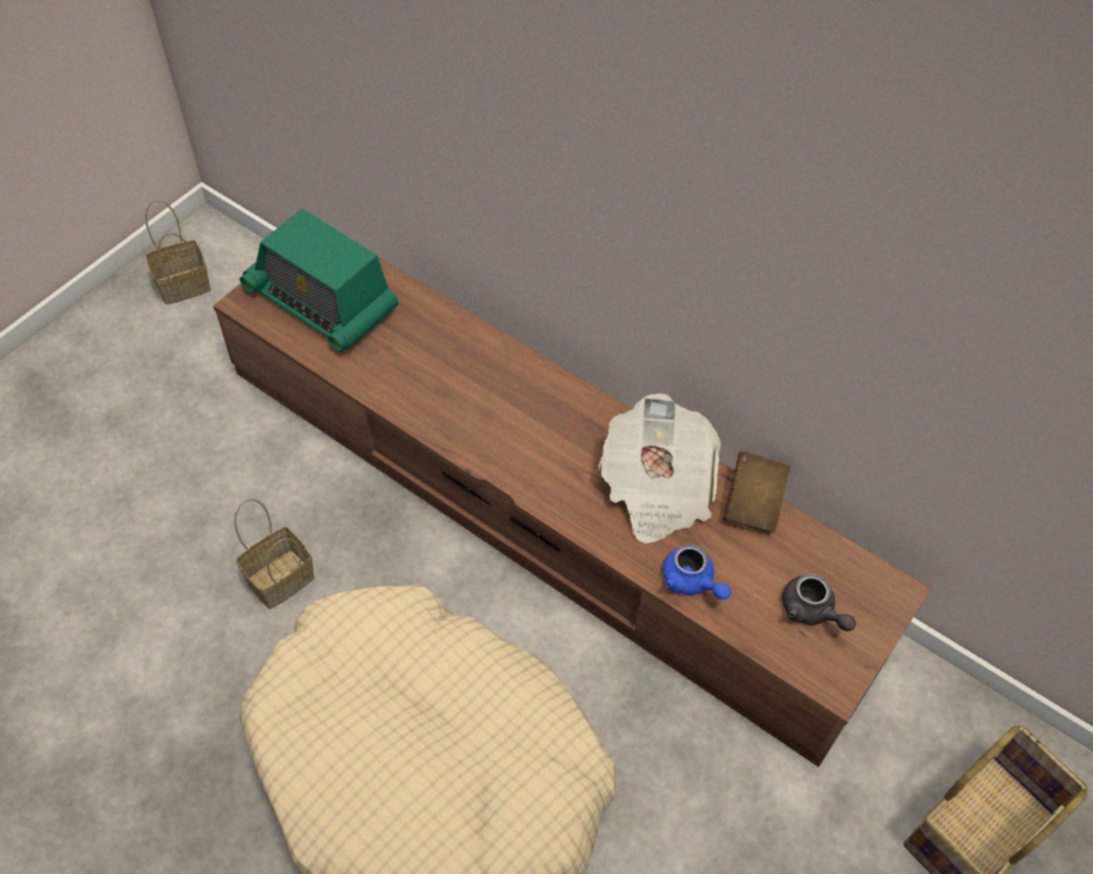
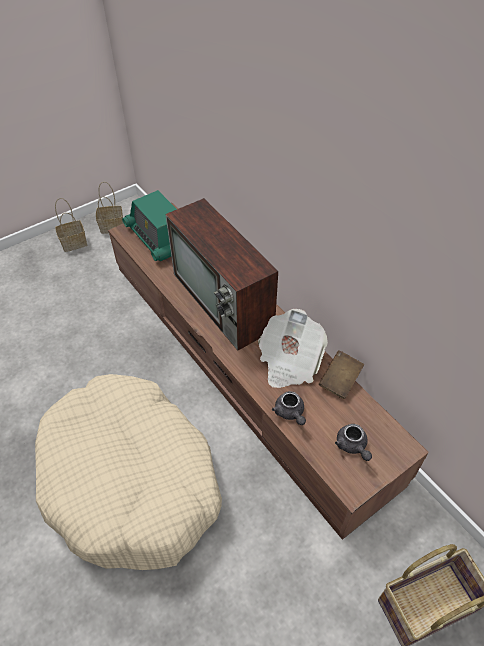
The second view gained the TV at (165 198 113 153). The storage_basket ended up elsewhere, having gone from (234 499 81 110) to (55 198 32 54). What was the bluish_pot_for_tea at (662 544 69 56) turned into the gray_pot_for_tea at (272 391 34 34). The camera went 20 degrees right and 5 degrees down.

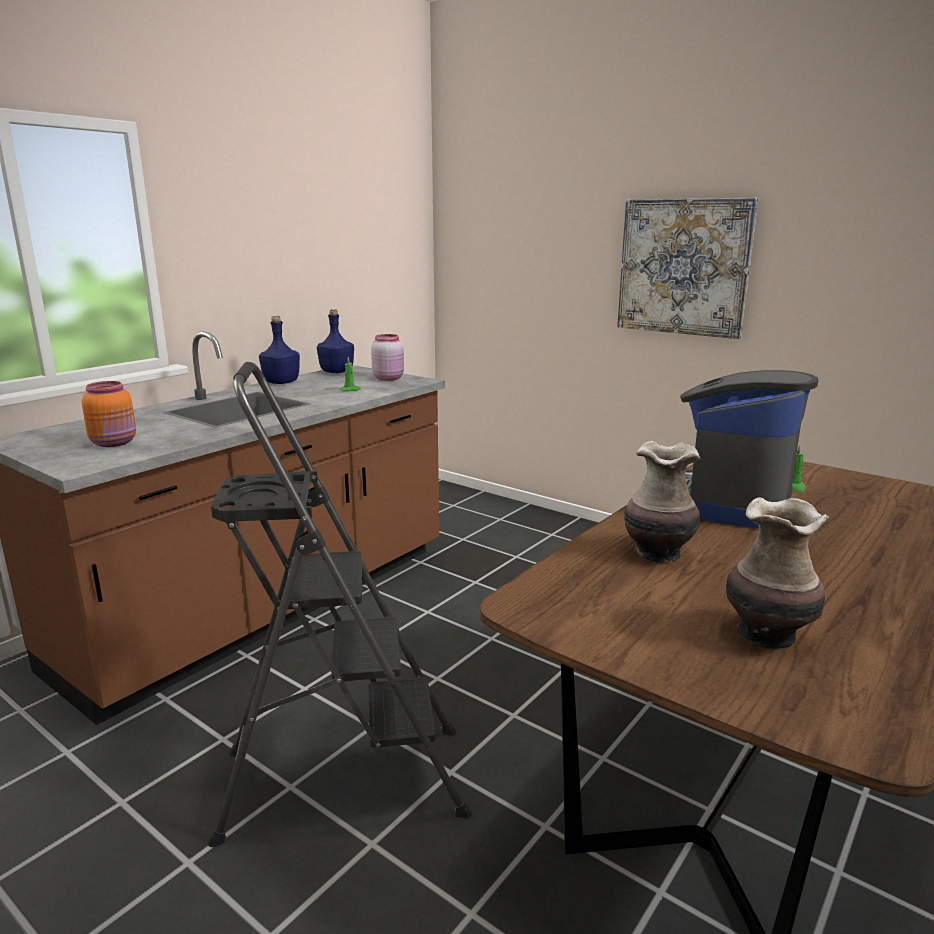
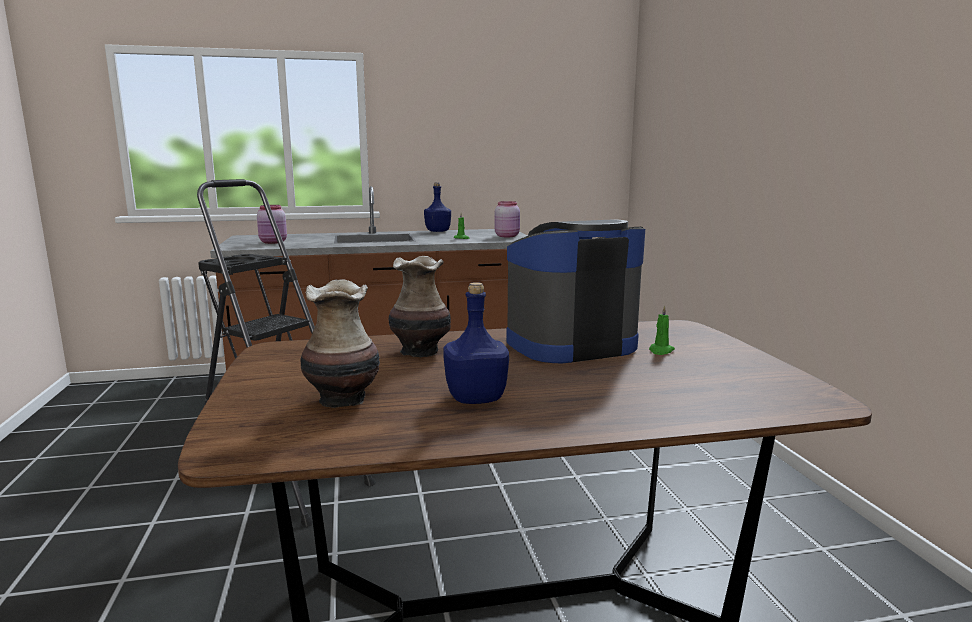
The second view lost the wall_picture at (617 197 141 142). The bluish_beverage_bottle ended up elsewhere, having gone from (317 309 37 64) to (443 282 66 122). What was the orangey_preserve_jar at (82 381 54 66) turned into the pinkish_preserve_jar at (257 205 30 39). The camera went 40 degrees right and 5 degrees down.

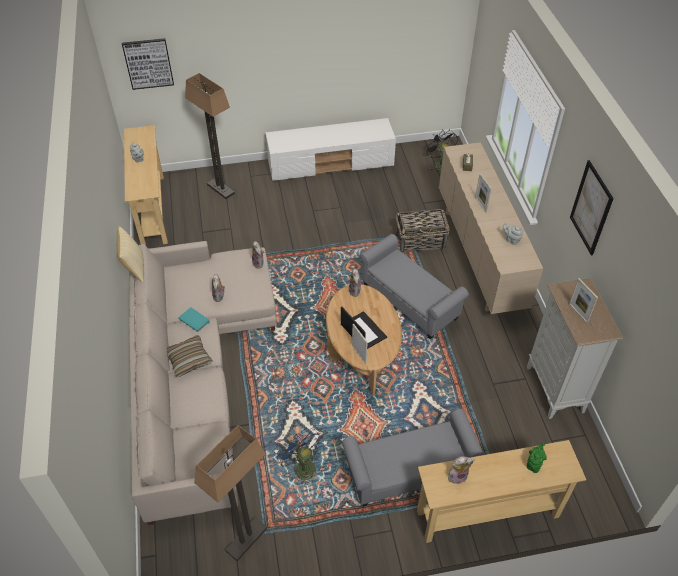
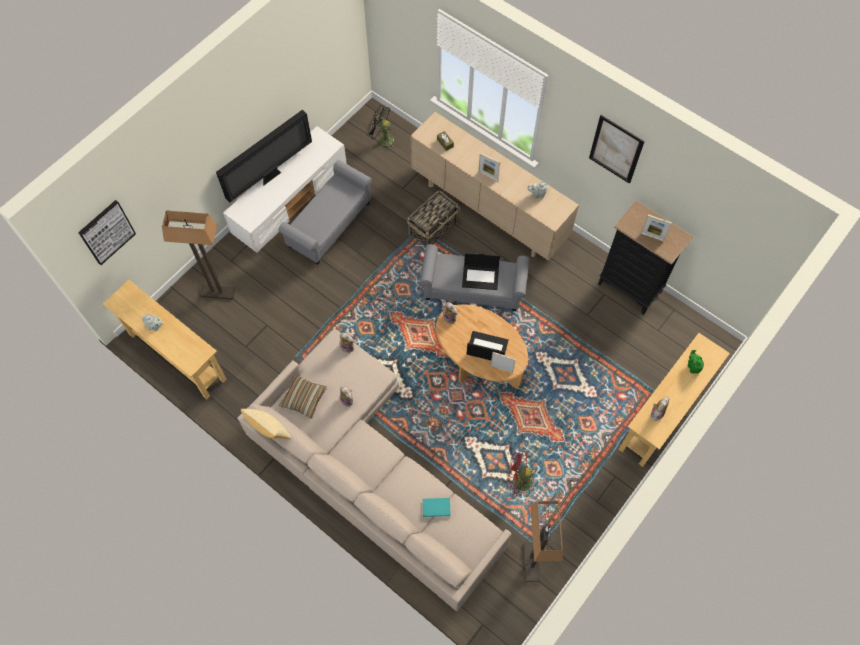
The second view gained the TV at (216 110 96 93). The second view gained the portable_computer at (462 252 38 38). The throw_pillow ended up elsewhere, having gone from (167 335 46 43) to (279 375 48 44). The turquoise-coloured_bound_book ended up elsewhere, having gone from (178 307 32 25) to (423 498 28 19). The gray_footrest ended up elsewhere, having gone from (342 409 142 98) to (278 160 94 105). What was the bluish_electric_fan at (277 428 42 57) turned into the red_electric_fan at (506 450 29 46). What was the whitish_drawer_chest at (527 278 96 141) turned into the blackish_drawer_chest at (598 201 95 114). The camera went 40 degrees left and 15 degrees up.

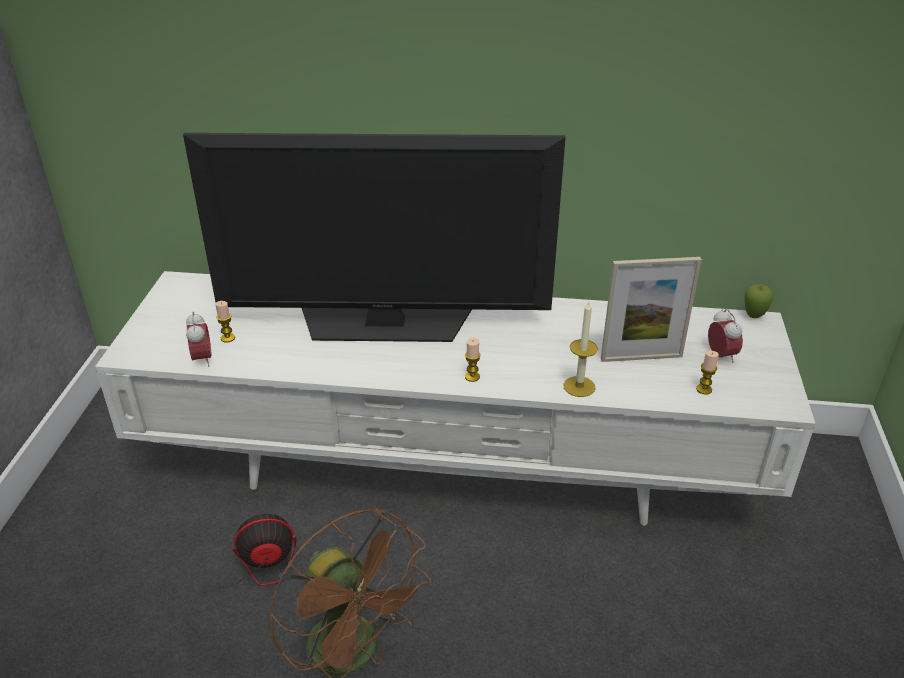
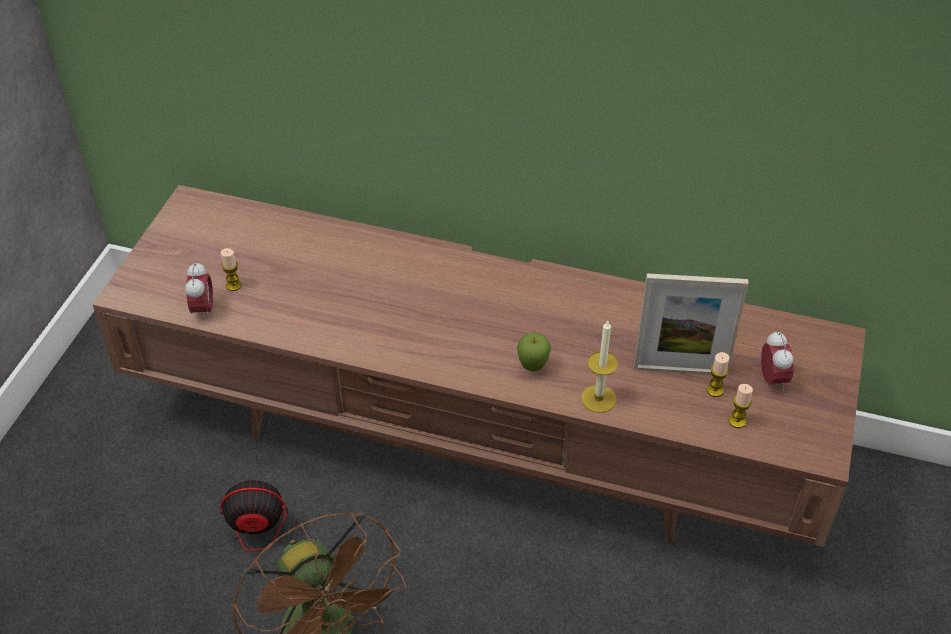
The second view lost the TV at (183 133 383 209). The wax_candle ended up elsewhere, having gone from (465 337 16 45) to (707 352 22 45). The whole_apple ended up elsewhere, having gone from (744 284 30 34) to (517 333 34 38). What was the whitish_tv_stand at (95 271 720 255) turned into the brownish_tv_stand at (92 185 774 362). The camera went 10 degrees right and 10 degrees up.

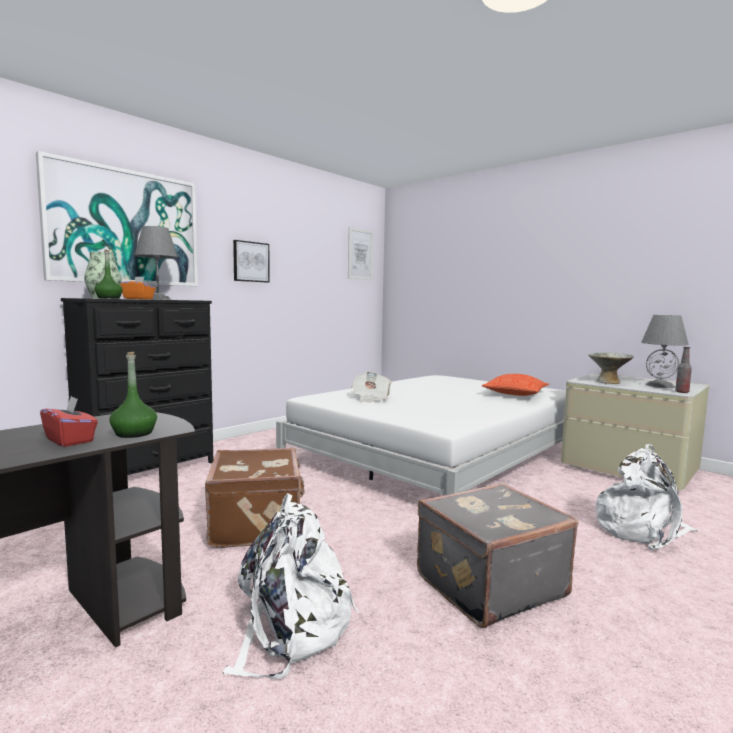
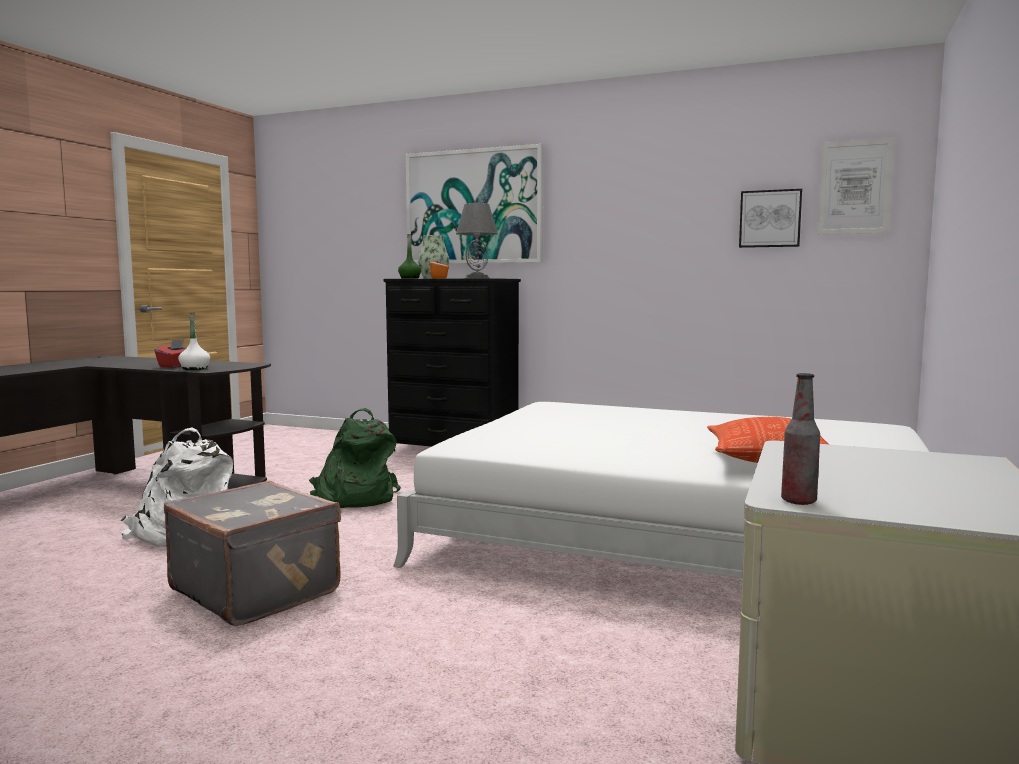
The second view lost the printed_paper at (351 372 41 31). The second view lost the gray_bowl at (588 353 46 31). The second view lost the whitish_rucksack at (596 444 103 107). The second view lost the gray_table_lamp at (641 315 48 73). The wall_picture ended up elsewhere, having gone from (233 240 37 43) to (739 189 63 59). Where the brownish_suitcase stood at (205 448 99 100), the greenish_rucksack came to stand at (309 408 92 100). What was the greenish_beverage_bottle at (109 352 48 86) turned into the whitish_beverage_bottle at (178 312 32 58). The camera went 70 degrees right and 0 degrees up.

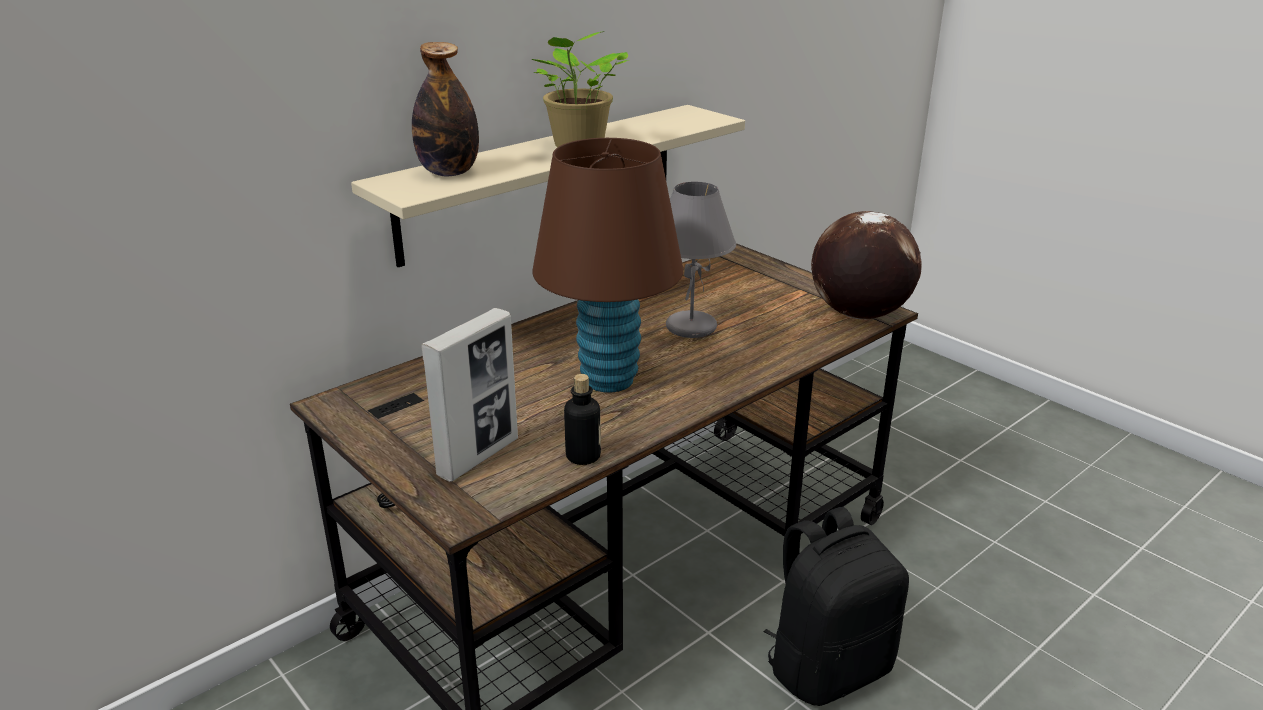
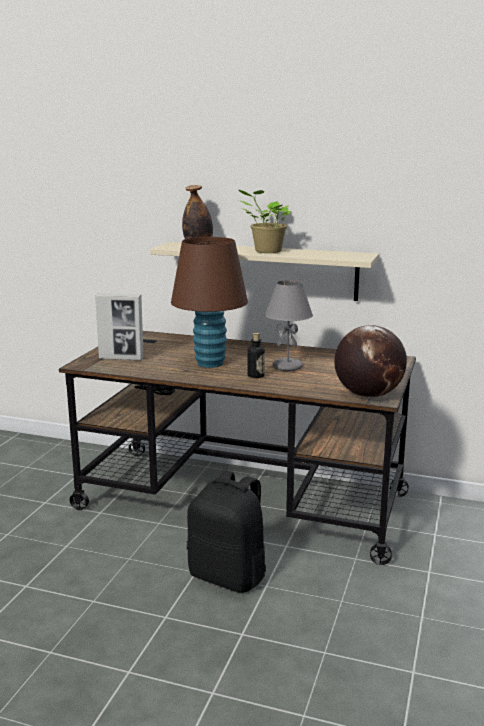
The beverage_bottle ended up elsewhere, having gone from (564 374 37 91) to (247 333 18 45). The camera went 60 degrees right and 10 degrees down.

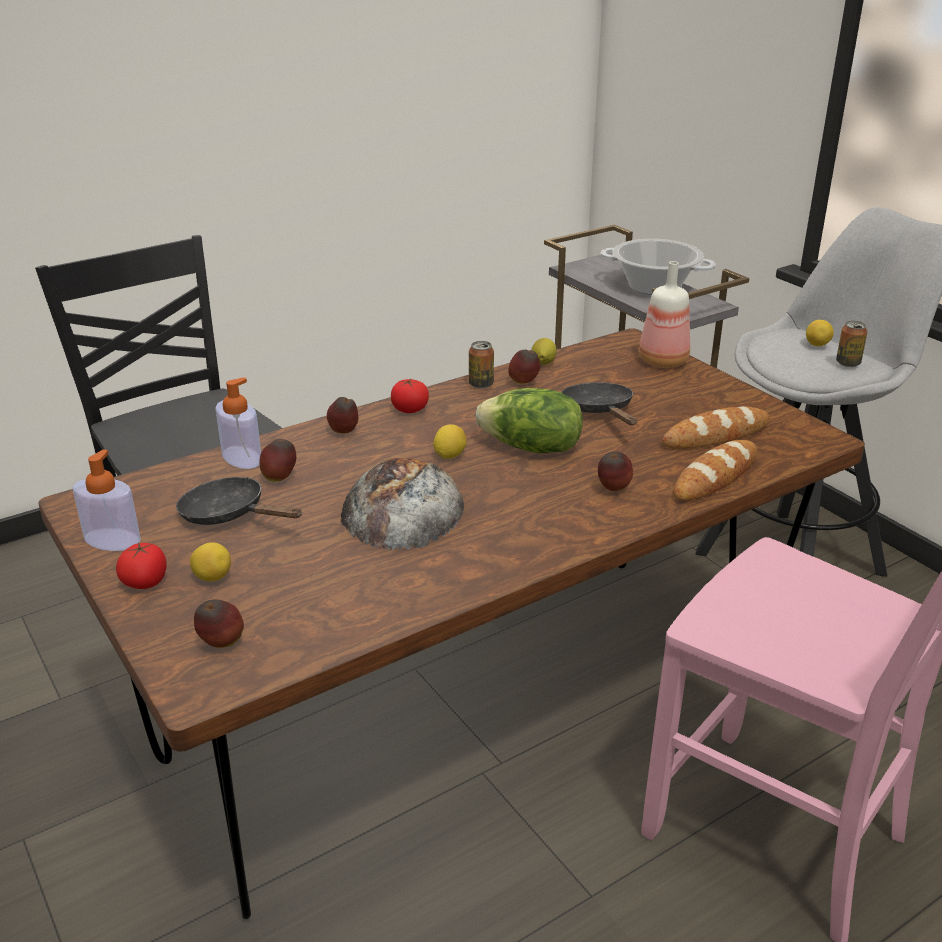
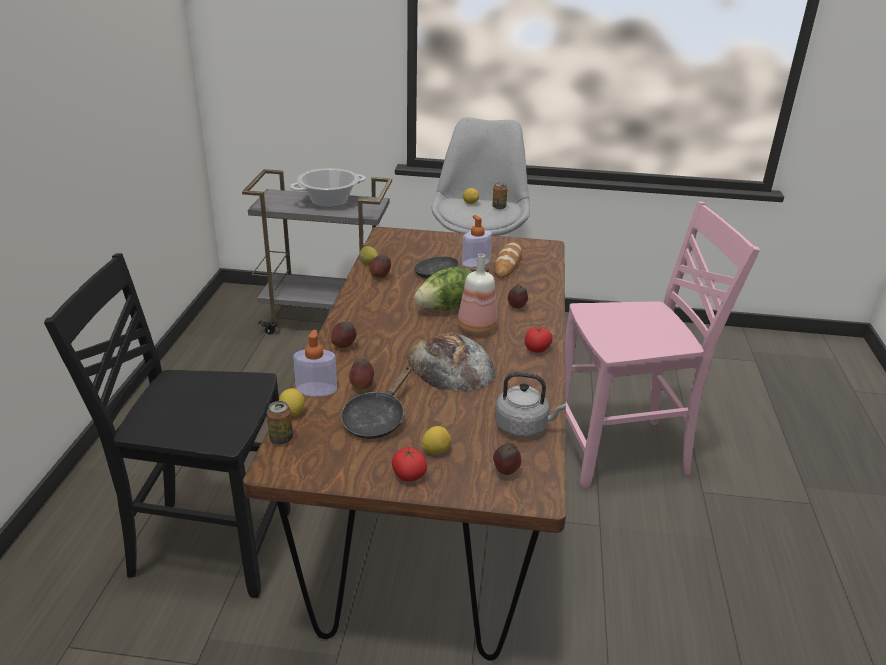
The second view lost the baked_bread at (673 440 84 61). The second view gained the gray_tea_kettle at (495 372 71 65). The liquid_soap_bottle ended up elsewhere, having gone from (72 449 69 102) to (462 215 30 52). The tomato ended up elsewhere, having gone from (391 379 38 34) to (525 327 28 26). The citrus_fruit ended up elsewhere, having gone from (433 424 34 35) to (279 388 26 28). The sealed_can ended up elsewhere, having gone from (469 341 25 48) to (267 401 26 44). The beverage_bottle ended up elsewhere, having gone from (639 261 51 107) to (458 254 39 81). The blackish_skillet at (176 477 126 48) ended up facing another way, 45 degrees counterclockwise from before. The camera went 50 degrees left and 0 degrees up.

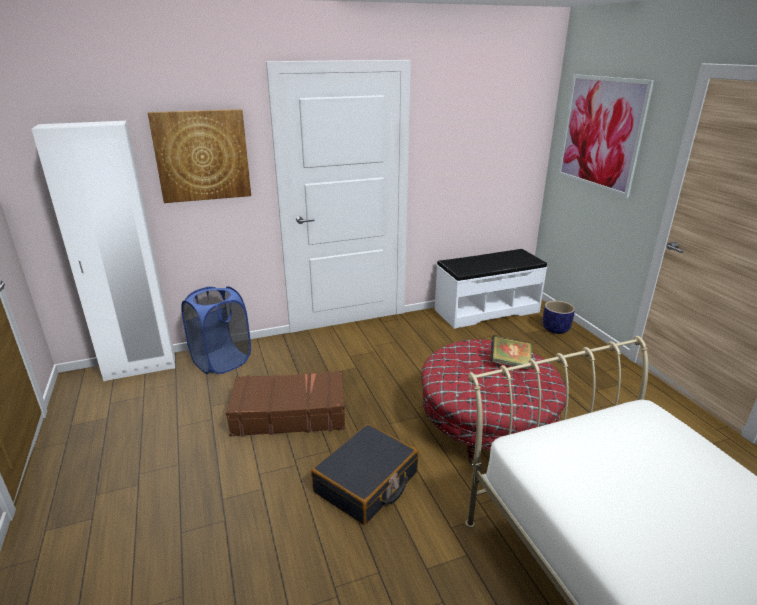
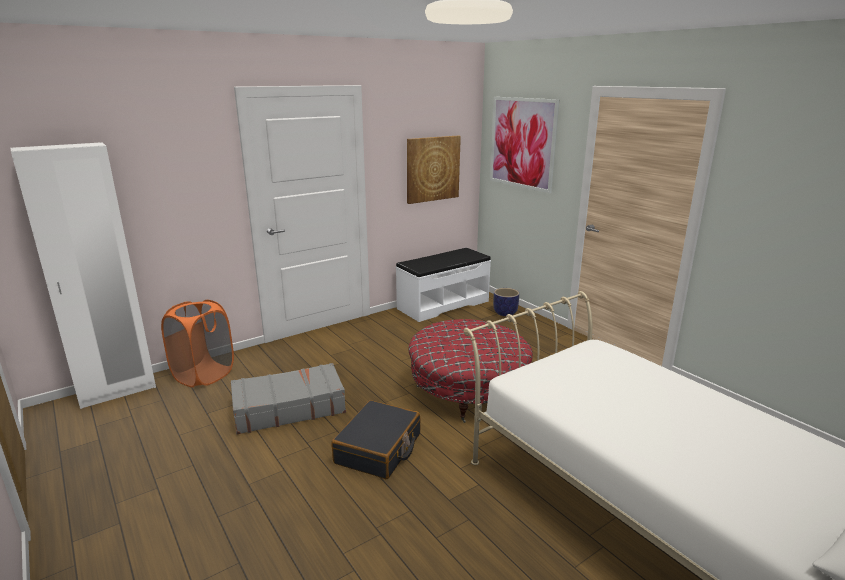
The second view lost the bound_book at (490 335 42 35). The wall_picture ended up elsewhere, having gone from (148 109 103 94) to (407 136 54 68). What was the bluish_washing_basket at (181 286 70 88) turned into the orangey_washing_basket at (161 300 73 88). What was the brownish_suitcase at (226 371 119 65) turned into the gray_suitcase at (231 363 115 71). The camera went 15 degrees left and 5 degrees down.

